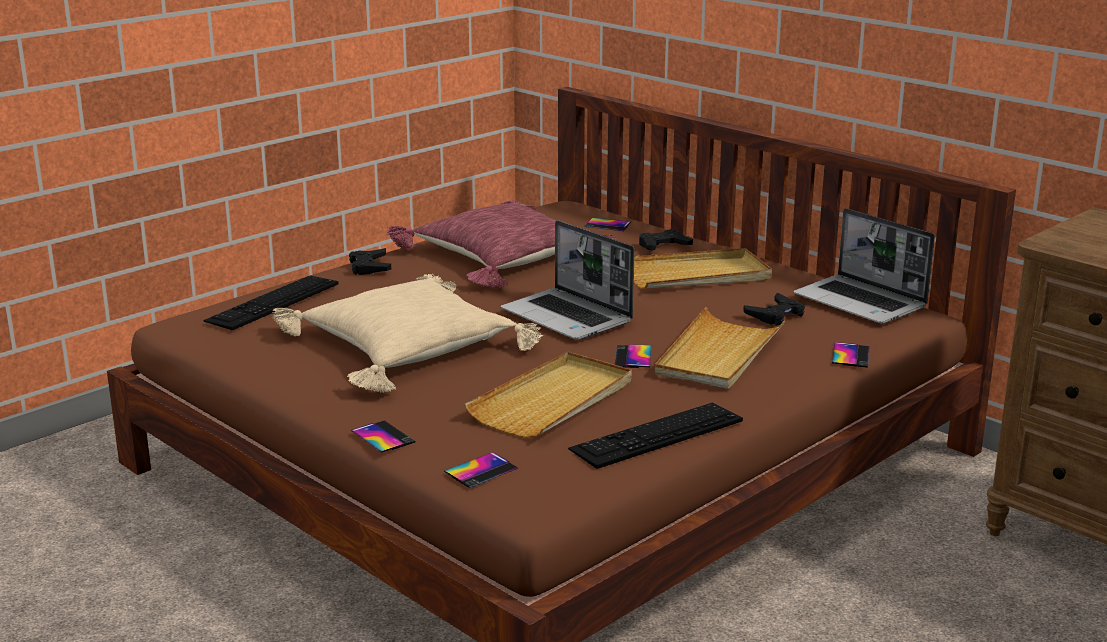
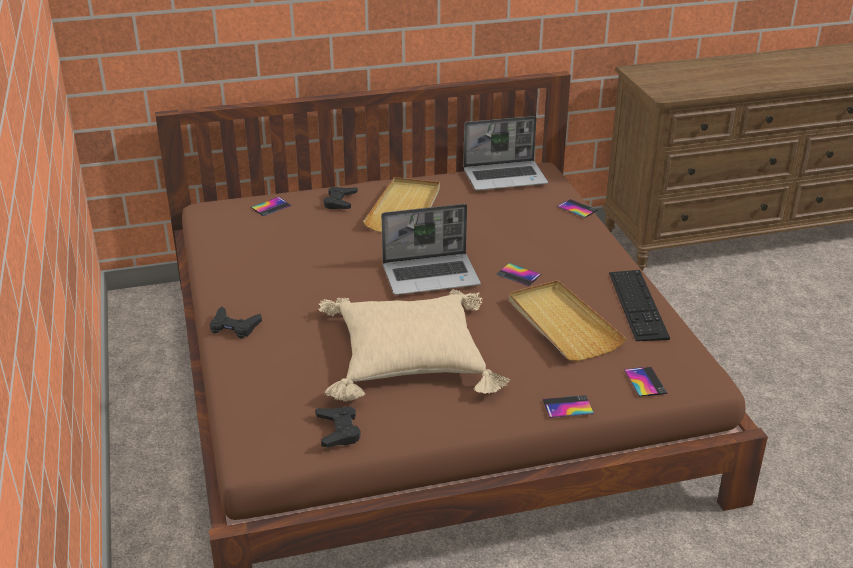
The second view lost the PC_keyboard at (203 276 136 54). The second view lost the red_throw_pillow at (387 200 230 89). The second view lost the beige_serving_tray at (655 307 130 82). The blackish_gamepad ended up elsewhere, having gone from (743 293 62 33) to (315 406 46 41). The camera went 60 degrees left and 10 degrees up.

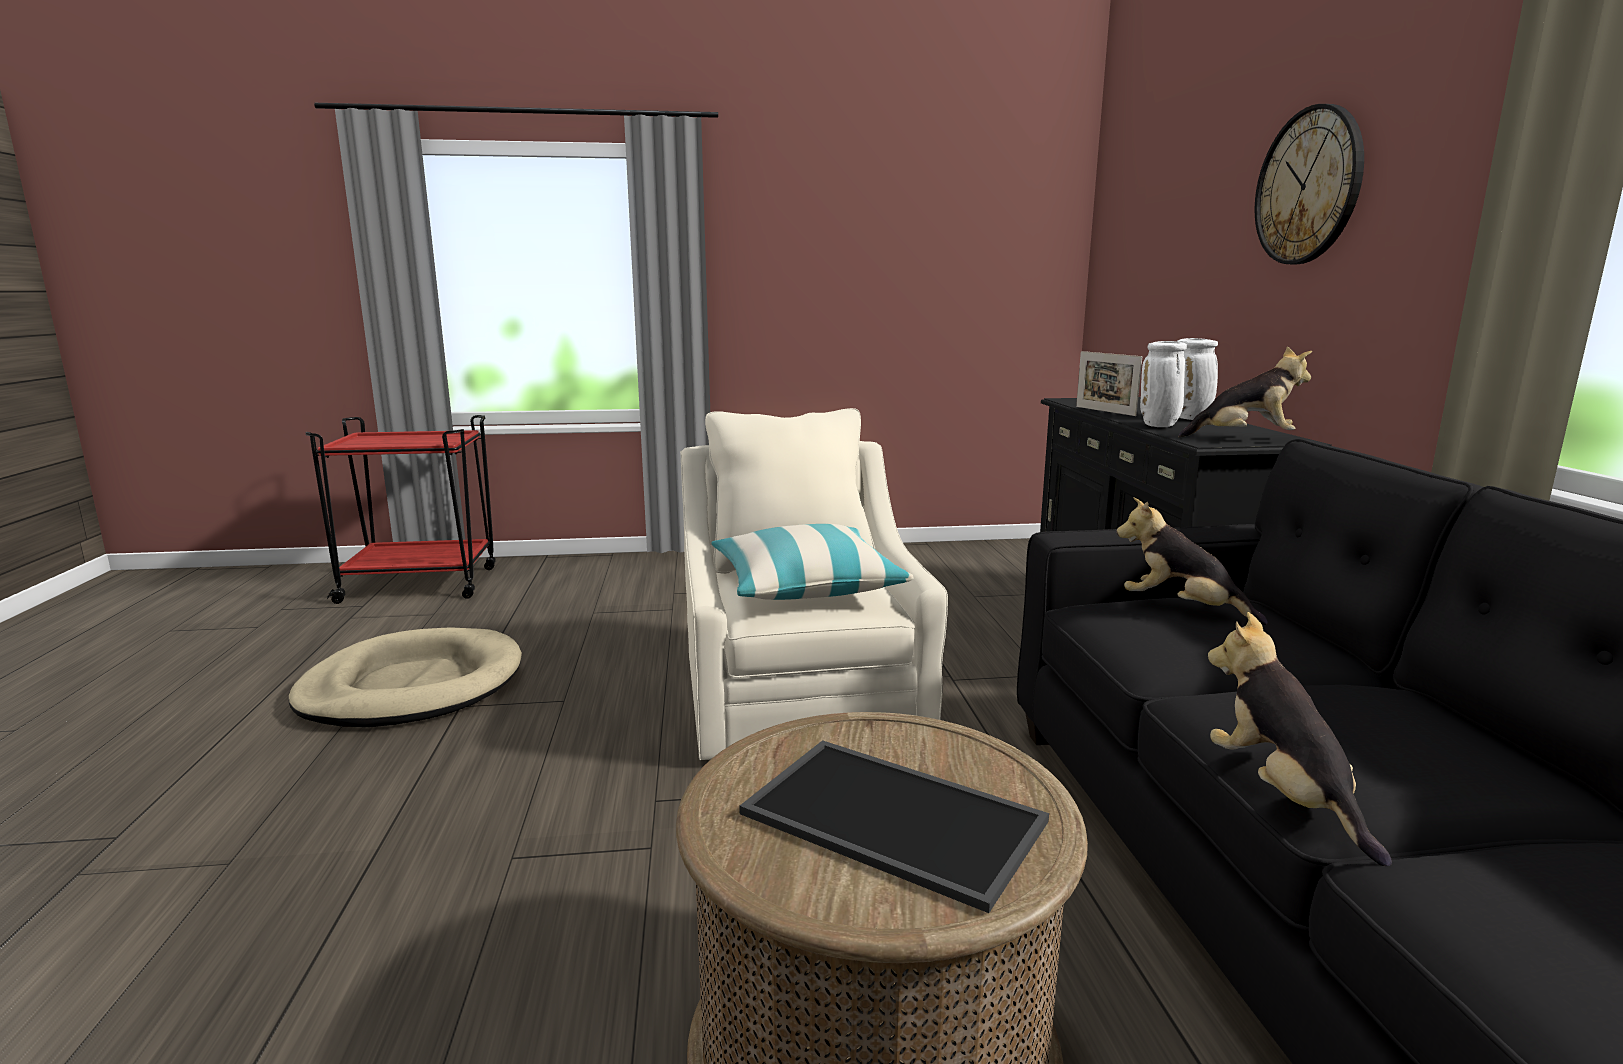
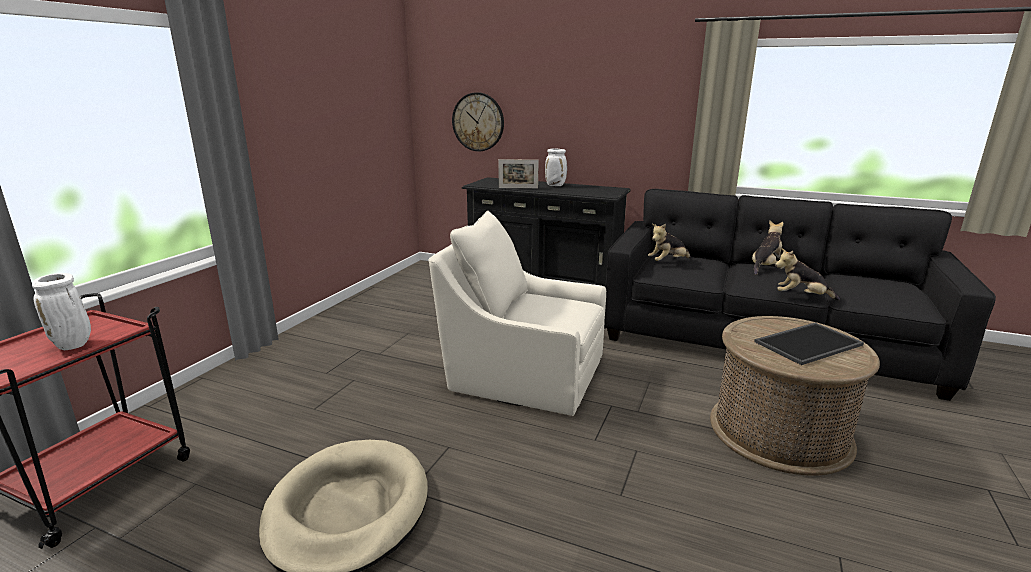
The second view lost the throw_pillow at (711 524 203 76). The whitish_flower_vase ended up elsewhere, having gone from (1140 341 47 86) to (32 273 59 77). The soft_toy ended up elsewhere, having gone from (1178 346 134 92) to (752 220 32 55). The hanging_clock ended up elsewhere, having gone from (1255 104 109 160) to (452 92 52 59). The camera went 60 degrees left and 5 degrees up.

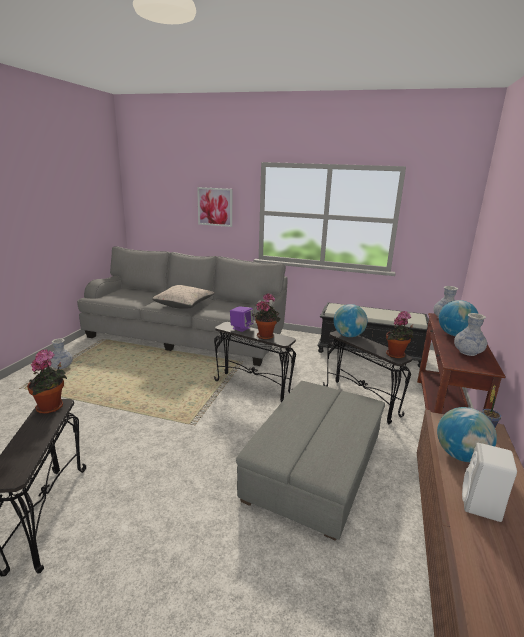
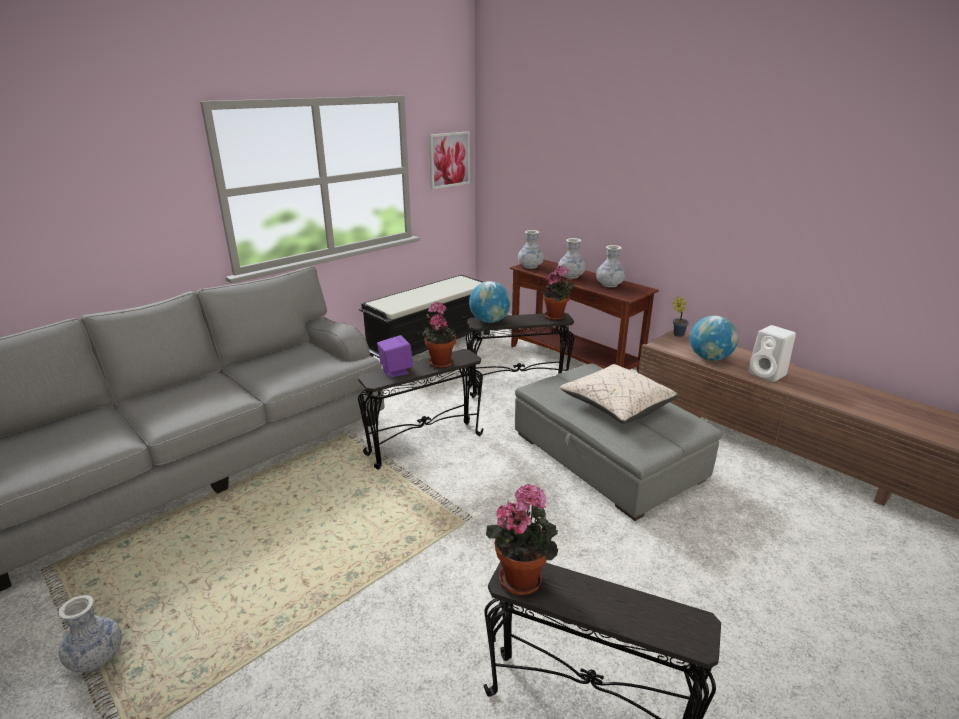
The beige_throw_pillow ended up elsewhere, having gone from (152 285 62 24) to (560 364 118 60). The wall_picture ended up elsewhere, having gone from (197 187 35 40) to (429 131 41 58). Where the desk_globe stood at (439 300 40 36), the flower_vase came to stand at (558 238 28 41). The camera went 60 degrees left and 5 degrees up.

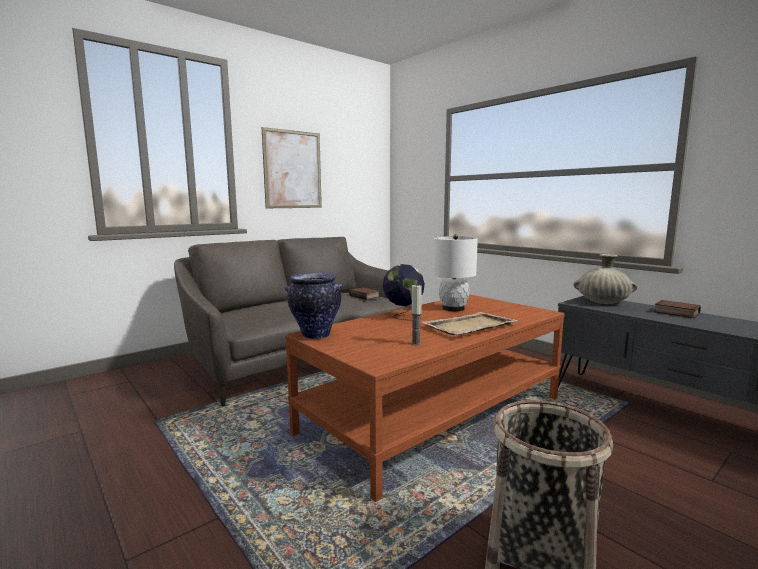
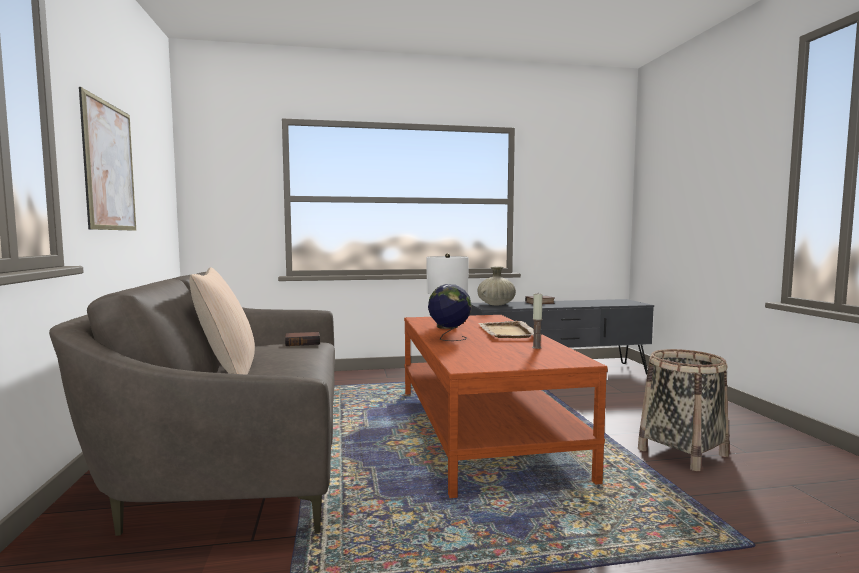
The second view lost the flower_vase at (285 272 57 67). The second view gained the beige_throw_pillow at (189 267 66 108). The camera went 60 degrees left and 5 degrees down.

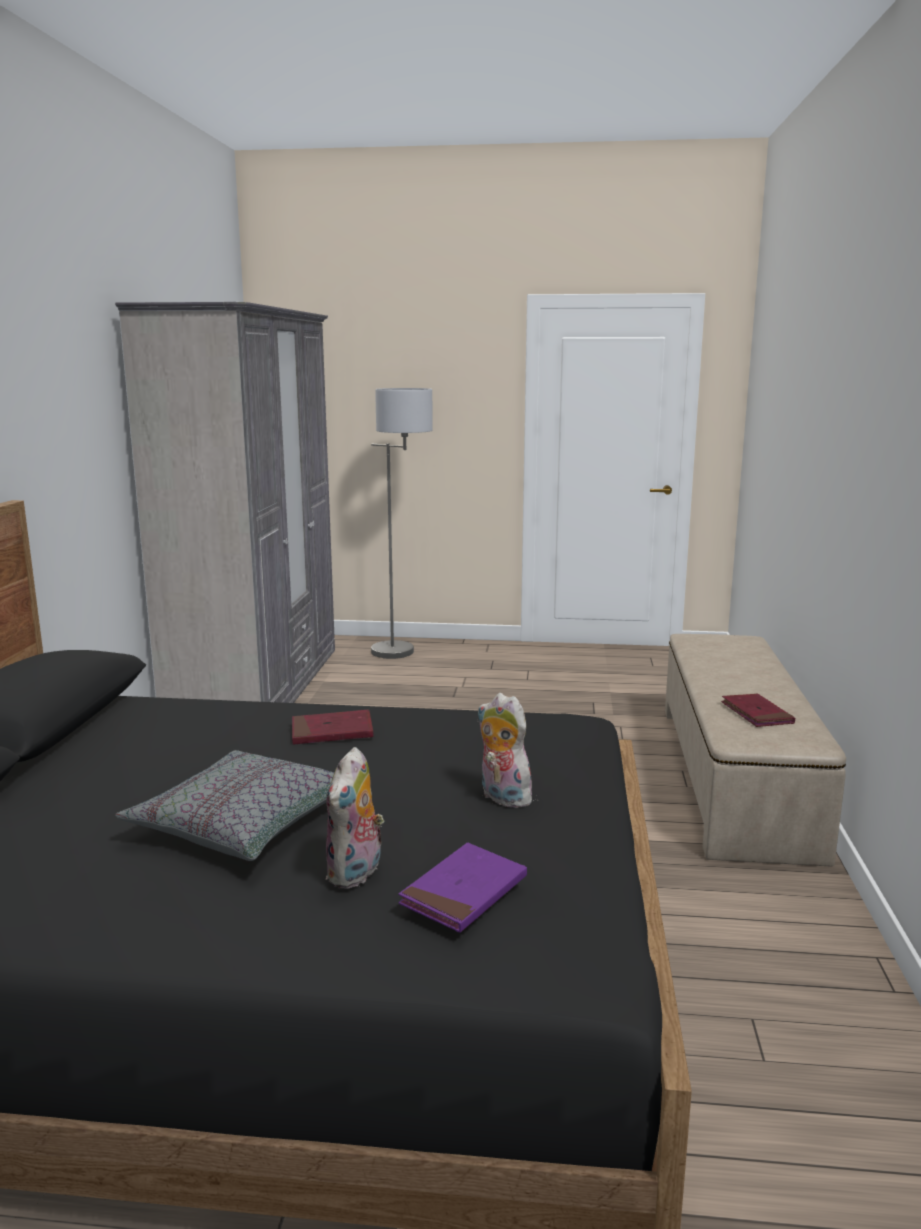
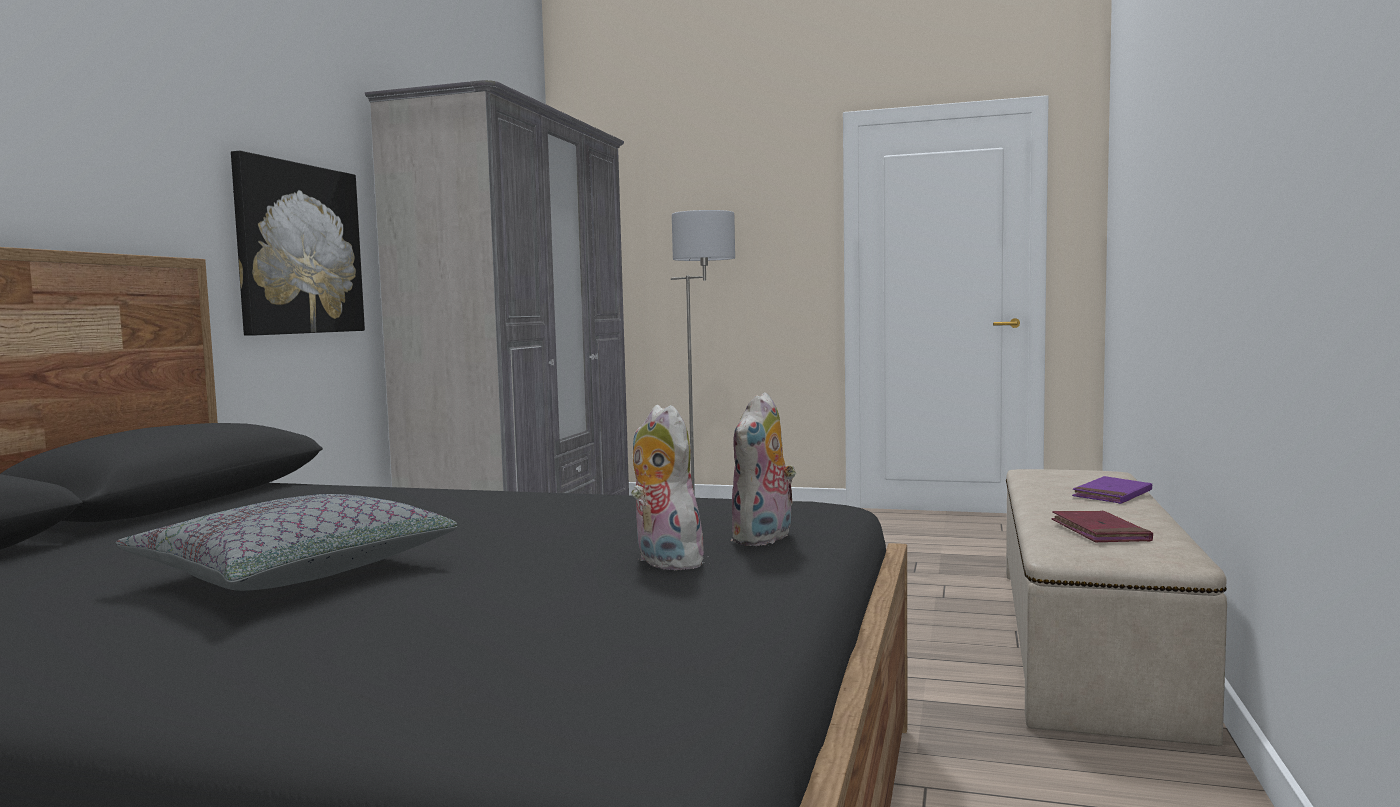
The second view lost the red_bound_book at (292 710 82 35). The second view gained the wall_picture at (231 150 134 186). The soft_toy ended up elsewhere, having gone from (325 747 59 142) to (730 392 66 154). The purplish_bound_book ended up elsewhere, having gone from (398 843 129 90) to (1072 476 80 28). The camera went 10 degrees right and 10 degrees down.

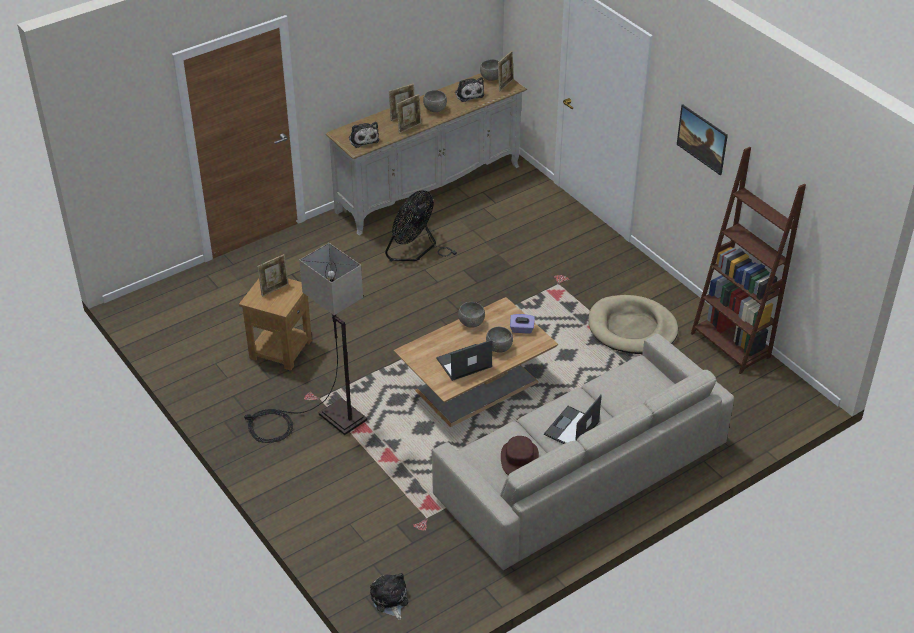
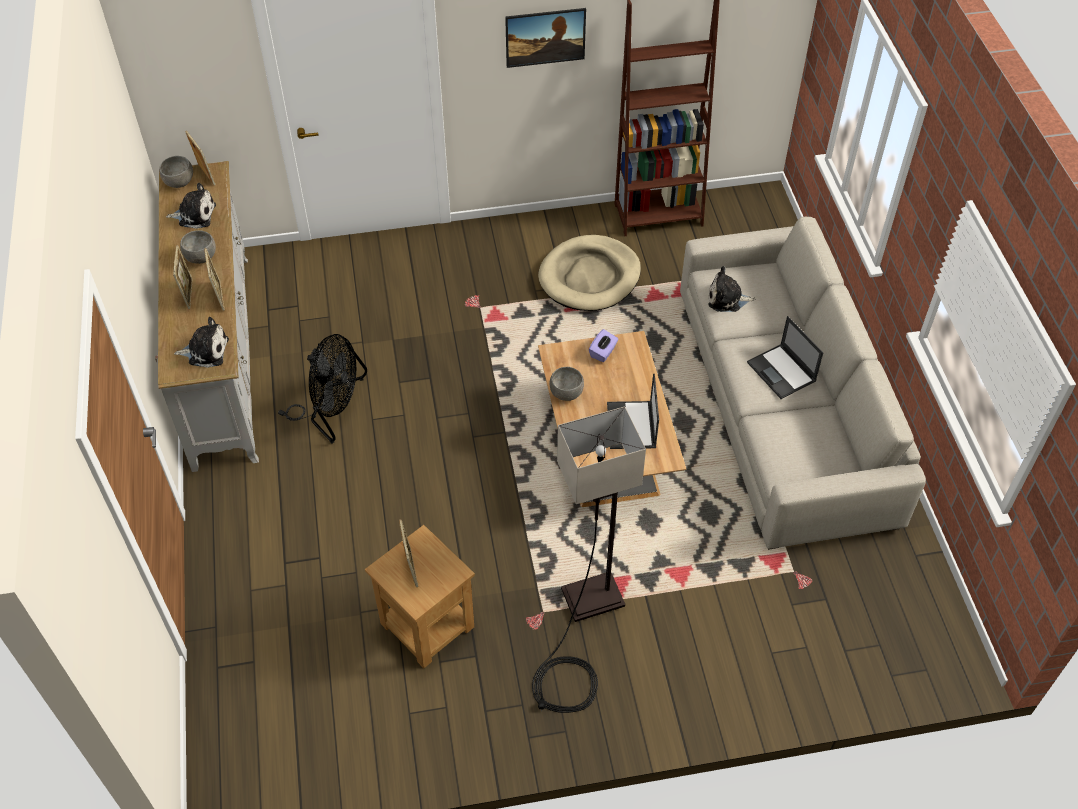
The second view lost the gray_bowl at (486 327 27 26). The second view lost the brownish_clothing_hat at (501 436 38 39). The soft_toy ended up elsewhere, having gone from (370 573 38 47) to (708 266 47 46). The blackish_electric_fan at (385 191 72 70) ended up facing another way, 135 degrees counterclockwise from before. The camera went 65 degrees left and 10 degrees up.

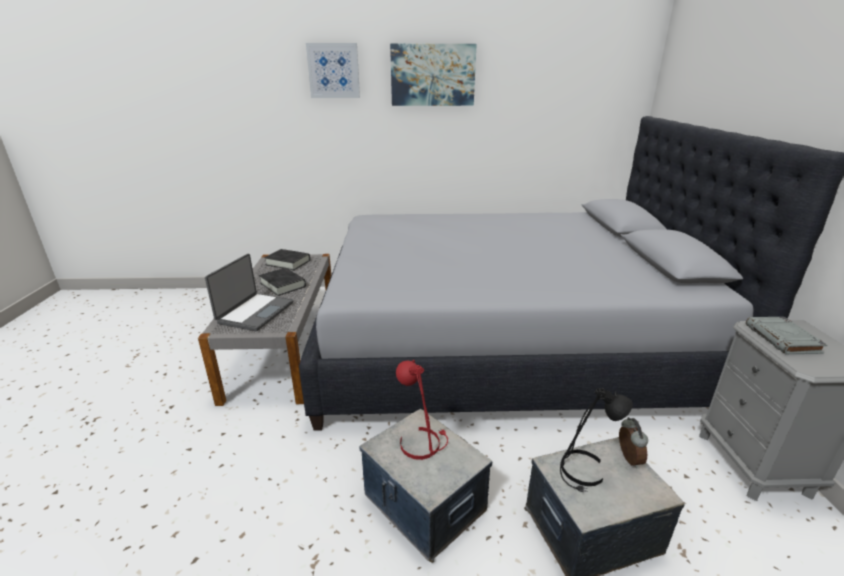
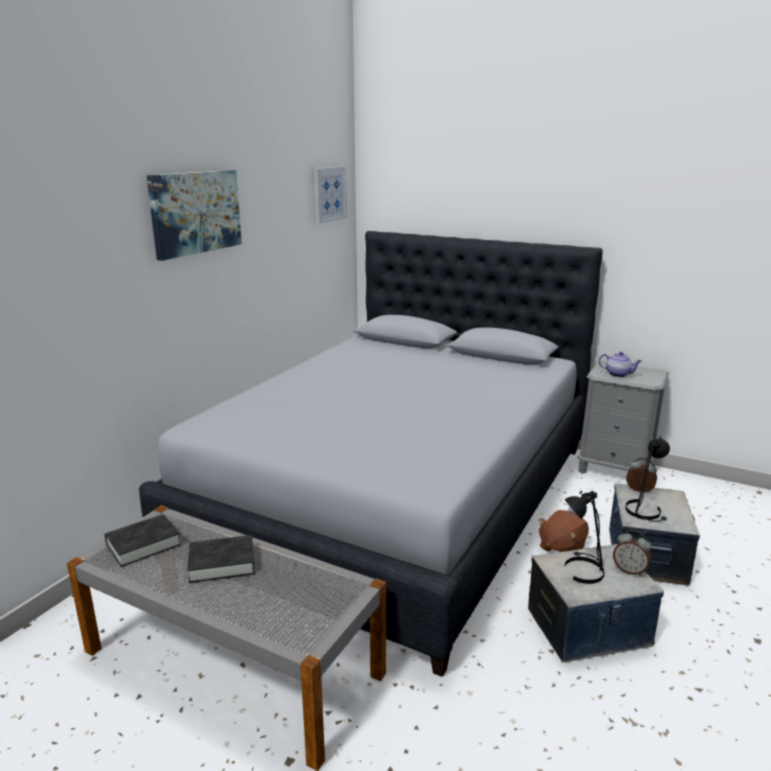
The second view lost the portable_computer at (205 254 89 77). The second view gained the brownish_soft_toy at (539 510 50 42). The second view gained the alarm_clock at (613 530 38 46). The wall_picture ended up elsewhere, having gone from (306 43 54 55) to (314 167 33 57). Where the gray_bound_book stood at (746 317 81 37), the pot_for_tea came to stand at (599 352 43 25). What was the red_table_lamp at (396 360 52 100) turned into the blackish_table_lamp at (565 491 39 93). The camera went 60 degrees left and 5 degrees down.

